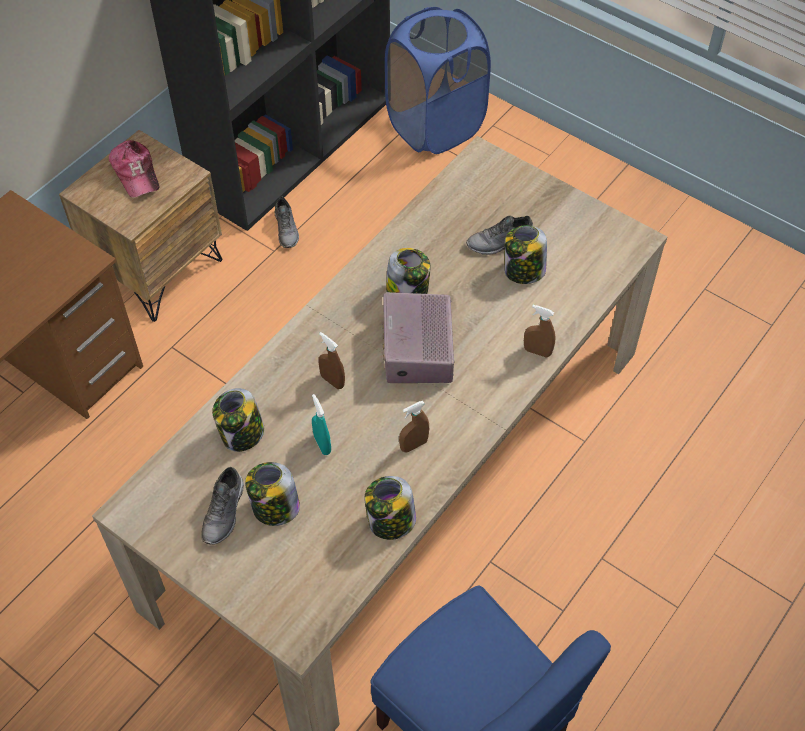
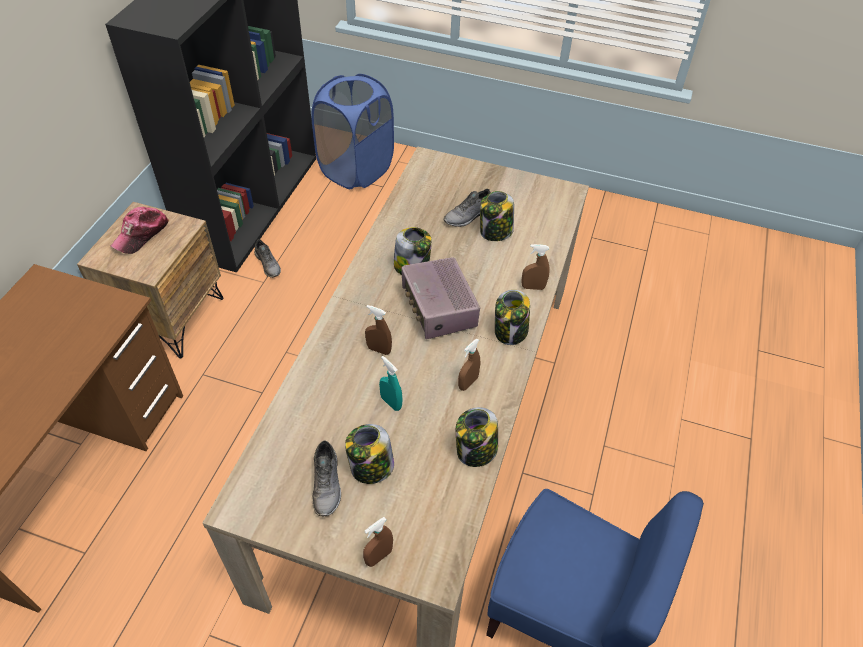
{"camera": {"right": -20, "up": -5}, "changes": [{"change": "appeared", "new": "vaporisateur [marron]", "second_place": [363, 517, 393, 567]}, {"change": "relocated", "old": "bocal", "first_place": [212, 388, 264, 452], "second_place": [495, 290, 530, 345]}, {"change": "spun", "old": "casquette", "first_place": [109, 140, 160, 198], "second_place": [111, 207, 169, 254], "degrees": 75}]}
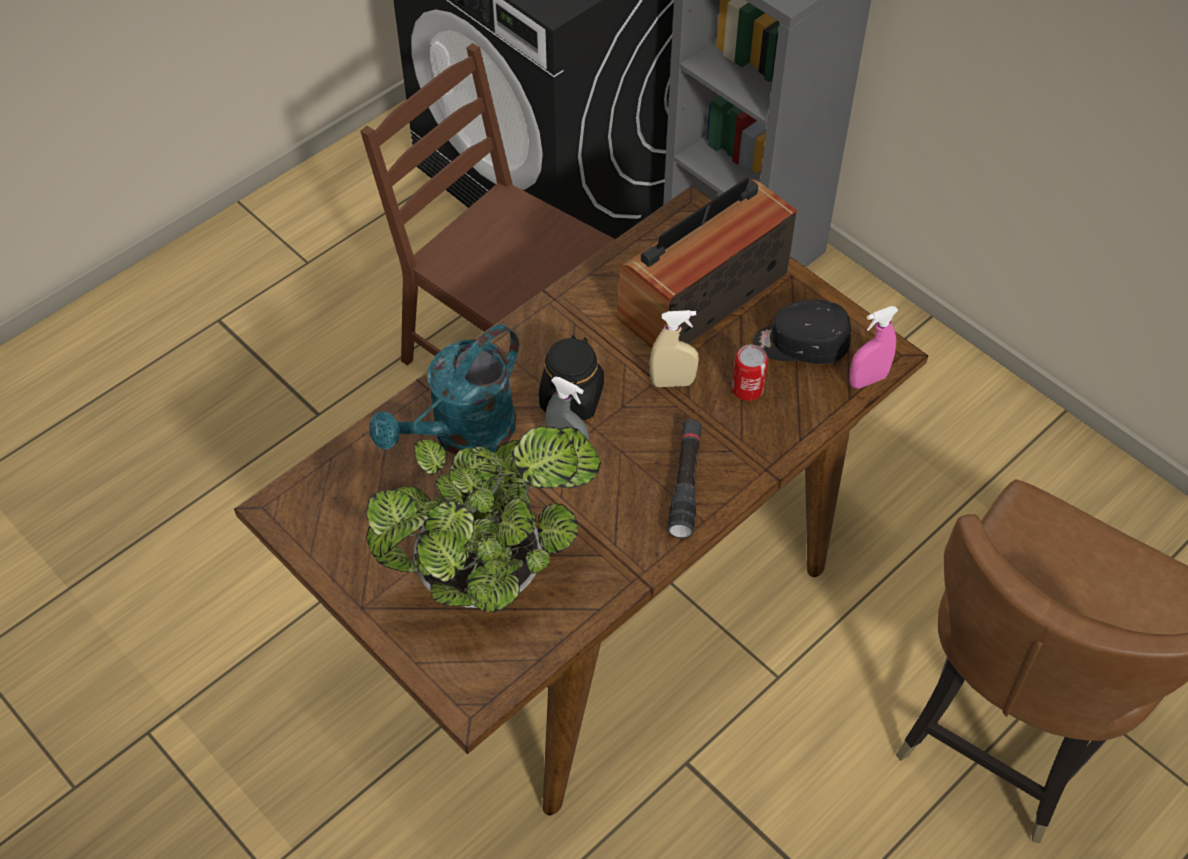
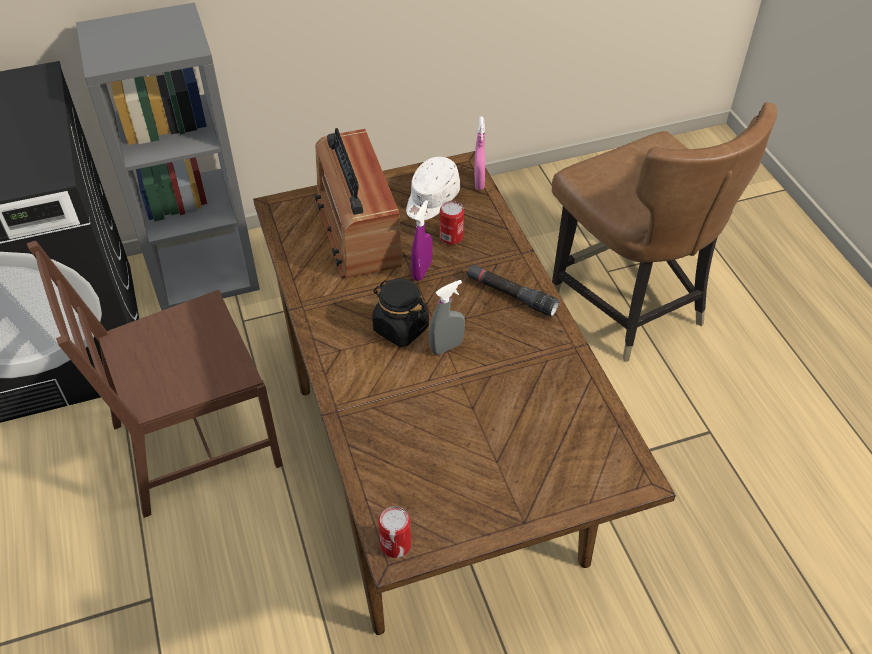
{"camera": {"right": -65, "up": -5}, "changes": [{"change": "missing", "old": "plante en pot", "first_place": [366, 426, 601, 612]}, {"change": "missing", "old": "arrosoir [turquoise]", "first_place": [369, 324, 519, 454]}, {"change": "appeared", "new": "boîte métallique", "second_place": [378, 506, 411, 558]}, {"change": "colour", "old": "vaporisateur [beige]", "new": "vaporisateur [violet]", "first_place": [650, 310, 699, 387], "second_place": [411, 200, 432, 281]}, {"change": "colour", "old": "casquette [noir]", "new": "casquette [blanc]", "first_place": [753, 300, 851, 364], "second_place": [406, 157, 460, 220]}]}
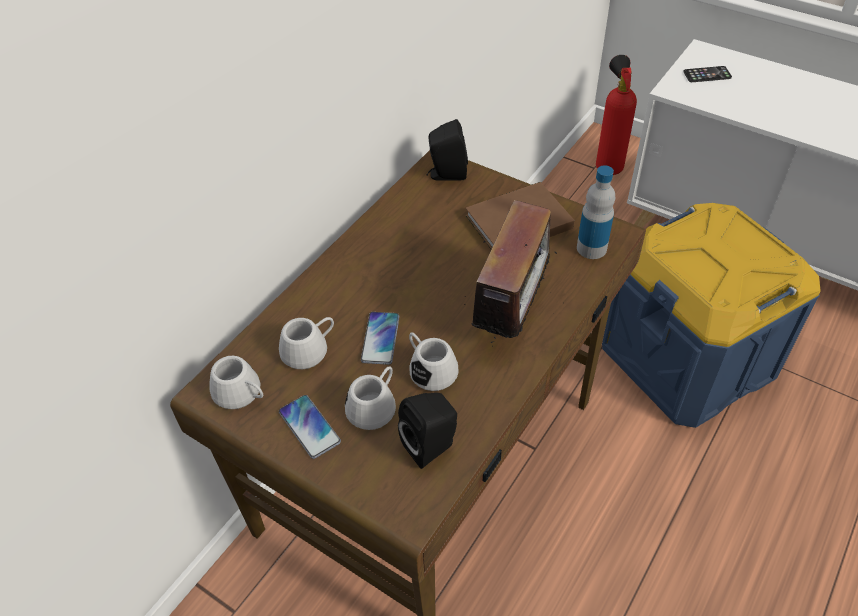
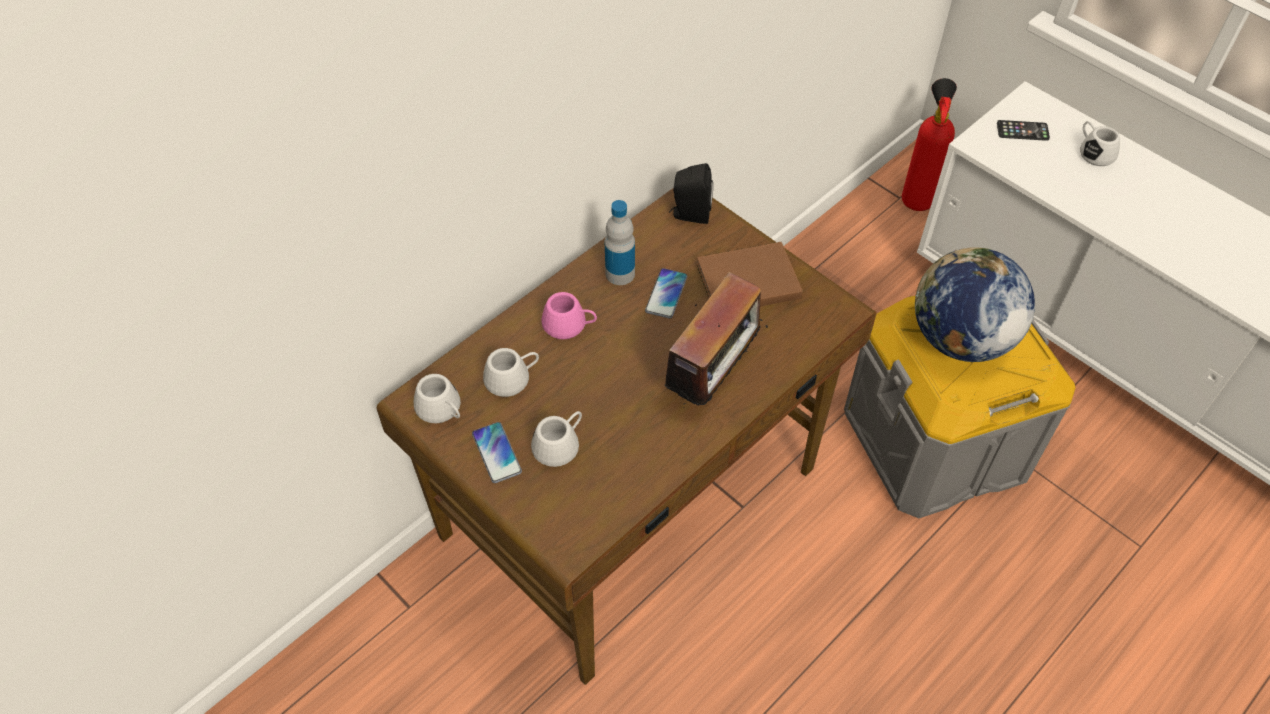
{"camera": {"right": 10, "up": 5}, "changes": [{"change": "missing", "old": "enceinte [noir]", "first_place": [398, 393, 457, 469]}, {"change": "appeared", "new": "mug [rose]", "second_place": [542, 292, 597, 339]}, {"change": "appeared", "new": "globe", "second_place": [915, 247, 1035, 362]}, {"change": "relocated", "old": "téléphone", "first_place": [361, 312, 399, 365], "second_place": [645, 268, 687, 318]}, {"change": "relocated", "old": "mug [blanc]", "first_place": [409, 332, 459, 391], "second_place": [1080, 121, 1120, 166]}, {"change": "relocated", "old": "bouteille", "first_place": [577, 165, 615, 259], "second_place": [605, 200, 635, 285]}, {"change": "colour", "old": "boîte de rangement [bleu]", "new": "boîte de rangement [gris]", "first_place": [602, 203, 821, 428], "second_place": [844, 296, 1075, 518]}]}
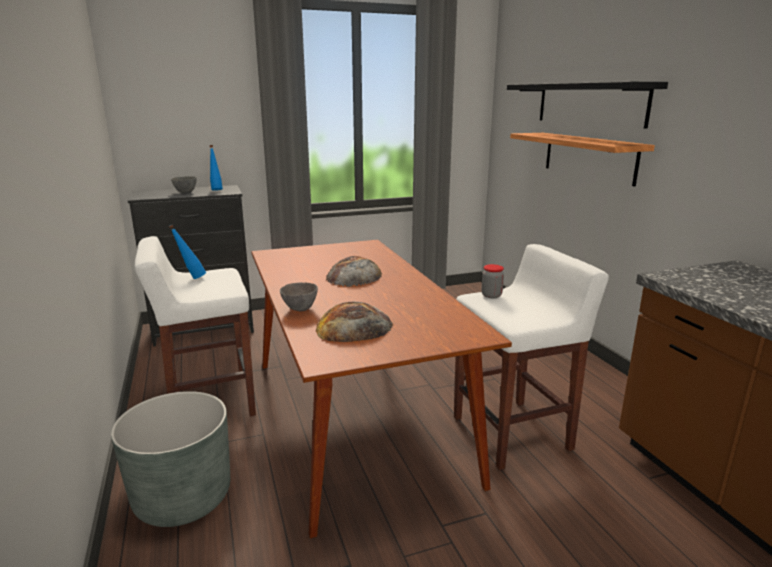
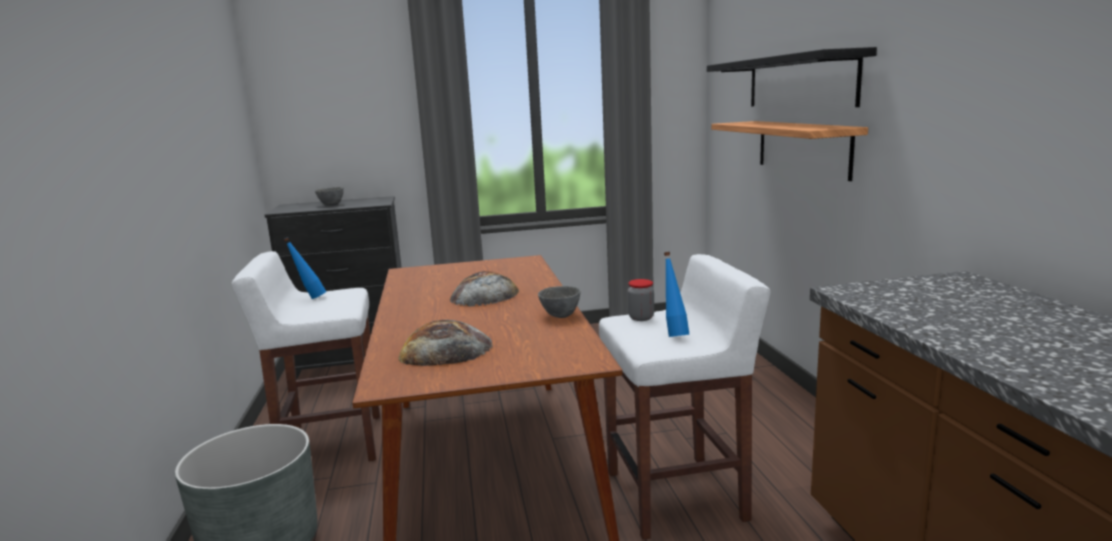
{"camera": {"right": 10, "up": -5}, "changes": [{"change": "relocated", "old": "bouteille [bleu]", "first_place": [209, 145, 223, 191], "second_place": [664, 252, 689, 337]}, {"change": "relocated", "old": "bol [gris]", "first_place": [280, 282, 318, 311], "second_place": [538, 286, 581, 318]}]}
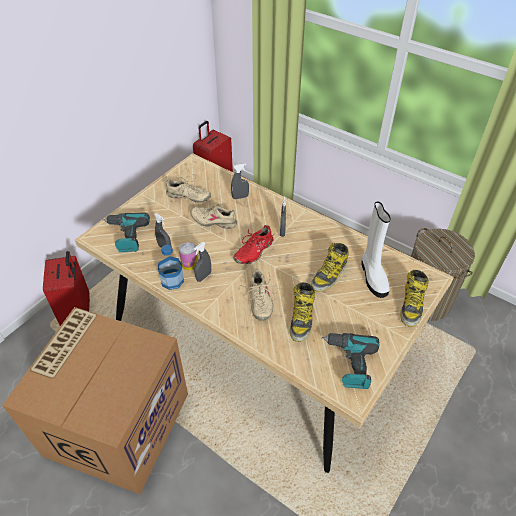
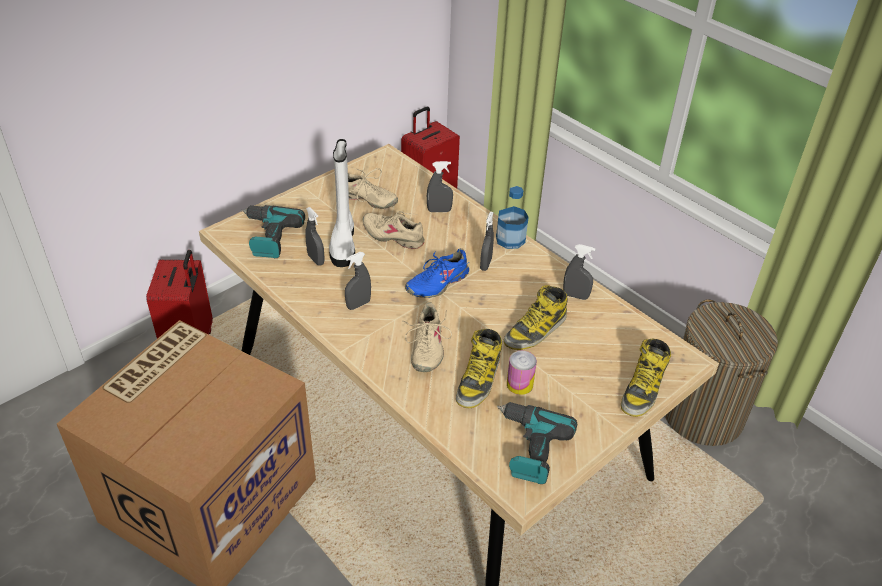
{"camera": {"right": 10, "up": -5}, "changes": [{"change": "appeared", "new": "vaporisateur [gris]", "second_place": [563, 244, 596, 300]}, {"change": "relocated", "old": "bouteille", "first_place": [158, 244, 184, 290], "second_place": [496, 186, 529, 249]}, {"change": "relocated", "old": "boîte métallique", "first_place": [179, 242, 198, 270], "second_place": [507, 351, 537, 395]}, {"change": "relocated", "old": "botte [blanc]", "first_place": [361, 201, 390, 298], "second_place": [329, 139, 355, 267]}, {"change": "colour", "old": "chaussure [rouge]", "new": "chaussure [bleu]", "first_place": [233, 225, 273, 264], "second_place": [405, 248, 469, 298]}]}
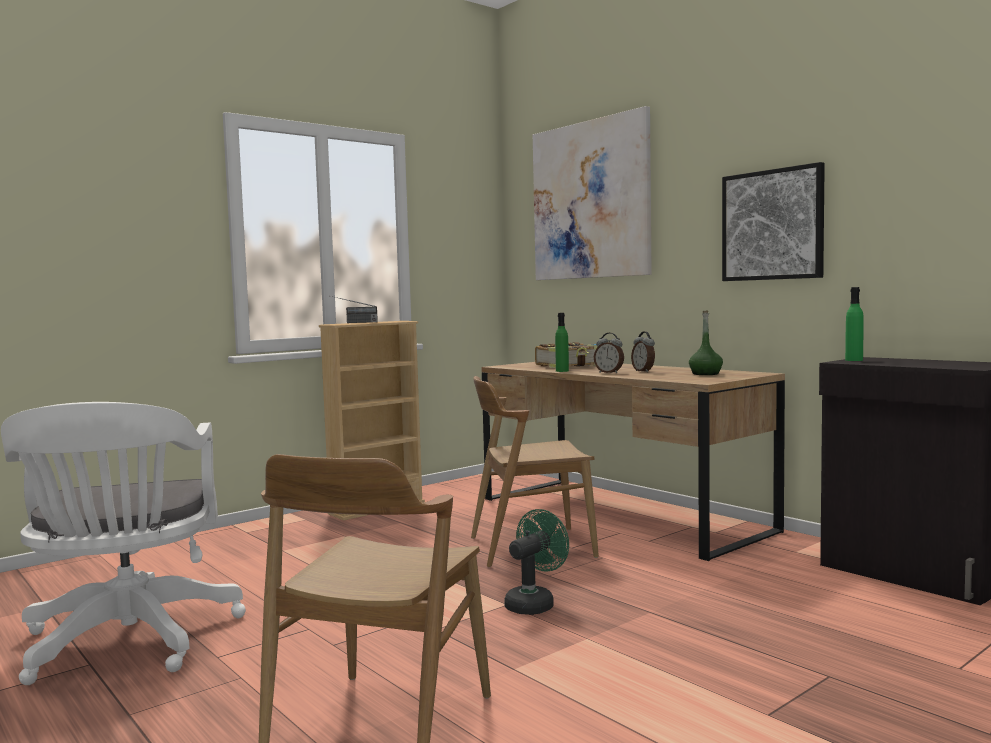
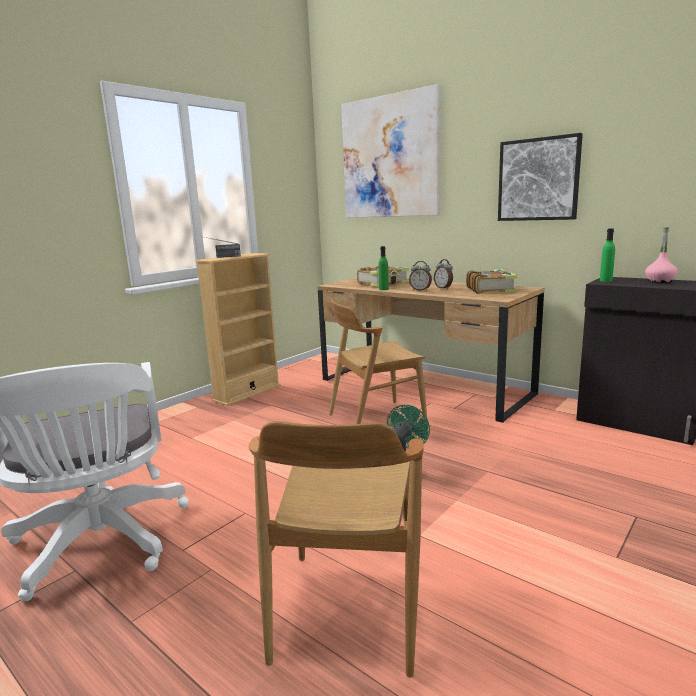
{"camera": {"right": -10, "up": 10}, "changes": [{"change": "appeared", "new": "bouteille [rose]", "second_place": [645, 227, 678, 283]}, {"change": "exchanged", "old": "bouteille [vert]", "new": "livre", "first_place": [689, 311, 723, 375], "second_place": [466, 269, 519, 294]}]}
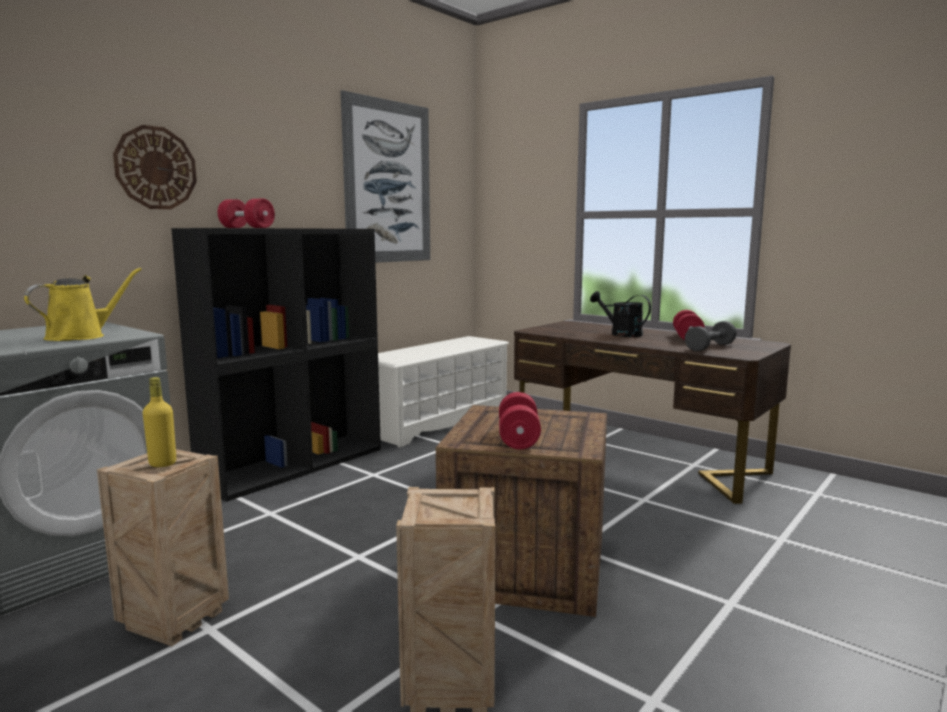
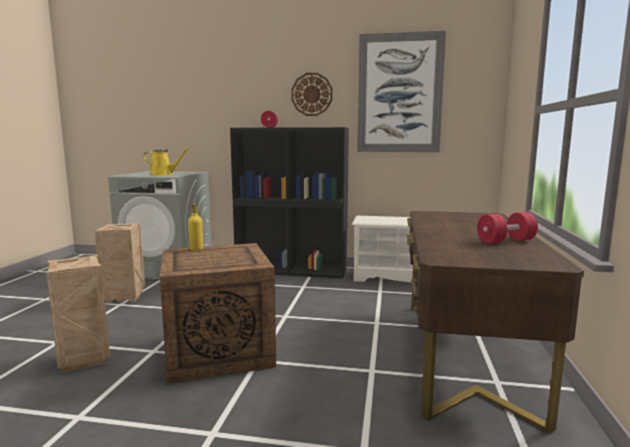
{"camera": {"right": 60, "up": 0}, "changes": [{"change": "missing", "old": "haltère [rouge]", "first_place": [499, 392, 541, 449]}, {"change": "missing", "old": "arrosoir [noir]", "first_place": [590, 291, 651, 337]}, {"change": "missing", "old": "haltère [gris]", "first_place": [685, 321, 737, 351]}, {"change": "relocated", "old": "horloge murale", "first_place": [113, 125, 197, 209], "second_place": [291, 73, 332, 116]}, {"change": "relocated", "old": "bouteille [jaune]", "first_place": [143, 377, 176, 467], "second_place": [188, 203, 203, 251]}]}
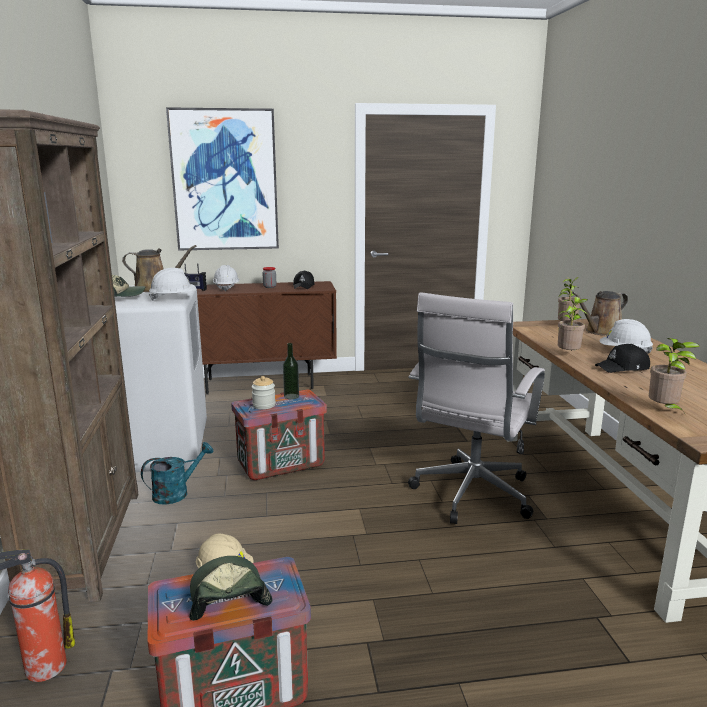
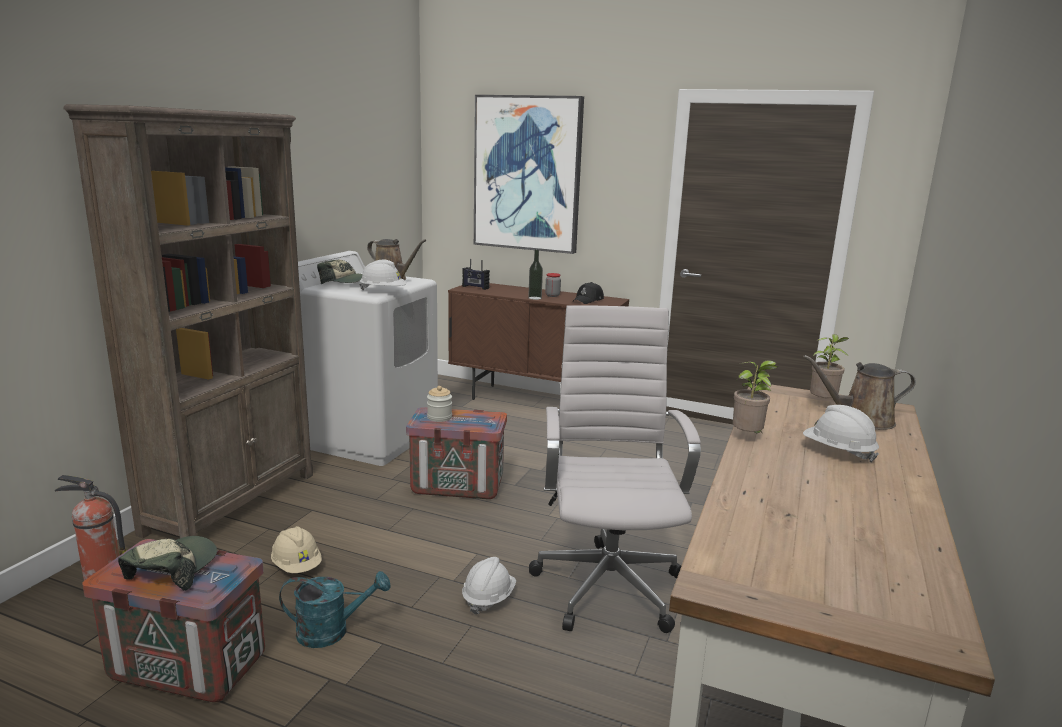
{"camera": {"right": 30, "up": 0}, "changes": [{"change": "missing", "old": "casquette [noir]", "first_place": [595, 344, 650, 373]}, {"change": "missing", "old": "plante en pot", "first_place": [649, 338, 700, 414]}, {"change": "relocated", "old": "arrosoir [turquoise]", "first_place": [141, 442, 214, 505], "second_place": [279, 571, 390, 648]}, {"change": "relocated", "old": "casque de chantier [blanc]", "first_place": [213, 265, 239, 291], "second_place": [462, 557, 516, 615]}, {"change": "relocated", "old": "bouteille", "first_place": [283, 343, 299, 399], "second_place": [528, 249, 543, 300]}, {"change": "spun", "old": "chaise de bureau [blanc]", "first_place": [408, 292, 545, 524], "second_place": [529, 305, 701, 633], "degrees": 120}]}
